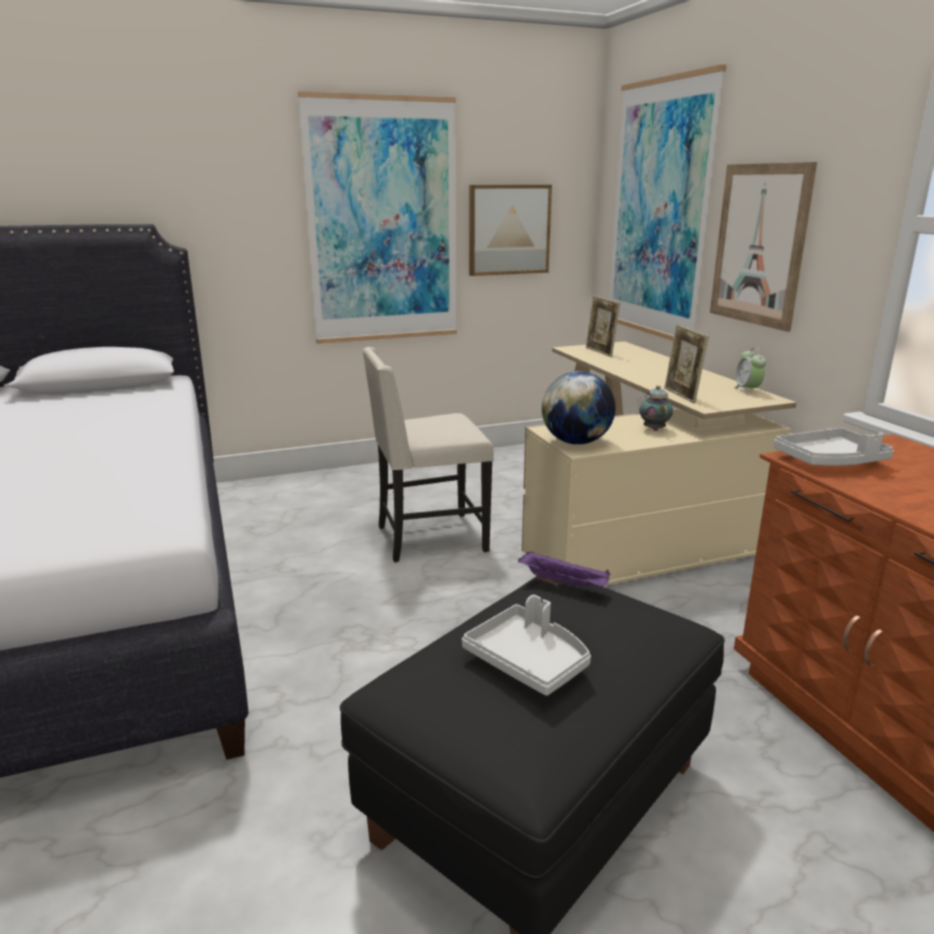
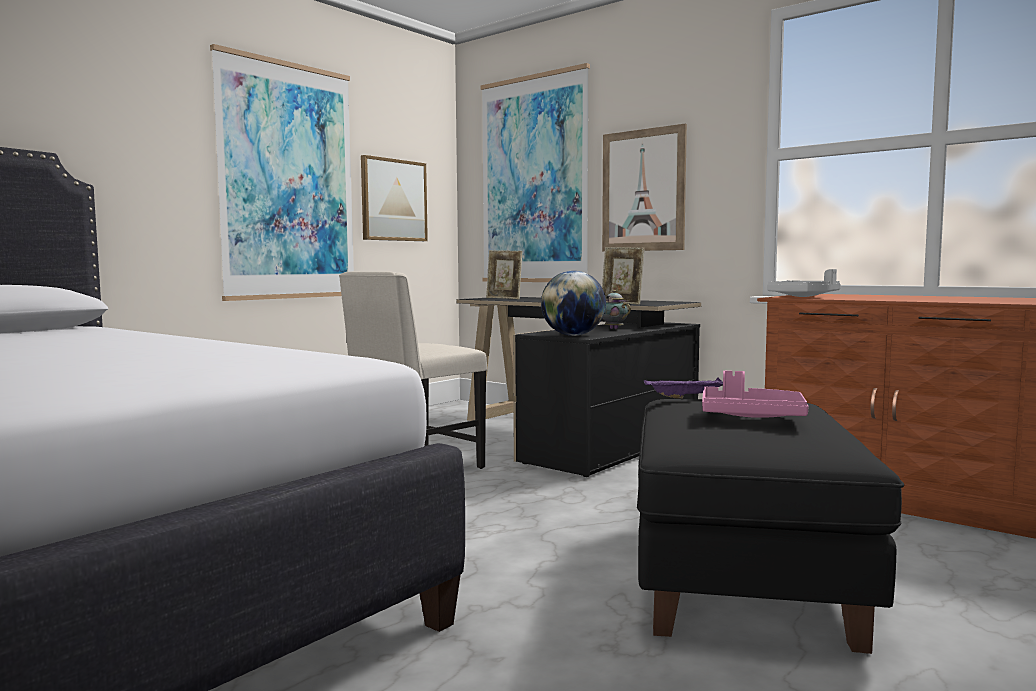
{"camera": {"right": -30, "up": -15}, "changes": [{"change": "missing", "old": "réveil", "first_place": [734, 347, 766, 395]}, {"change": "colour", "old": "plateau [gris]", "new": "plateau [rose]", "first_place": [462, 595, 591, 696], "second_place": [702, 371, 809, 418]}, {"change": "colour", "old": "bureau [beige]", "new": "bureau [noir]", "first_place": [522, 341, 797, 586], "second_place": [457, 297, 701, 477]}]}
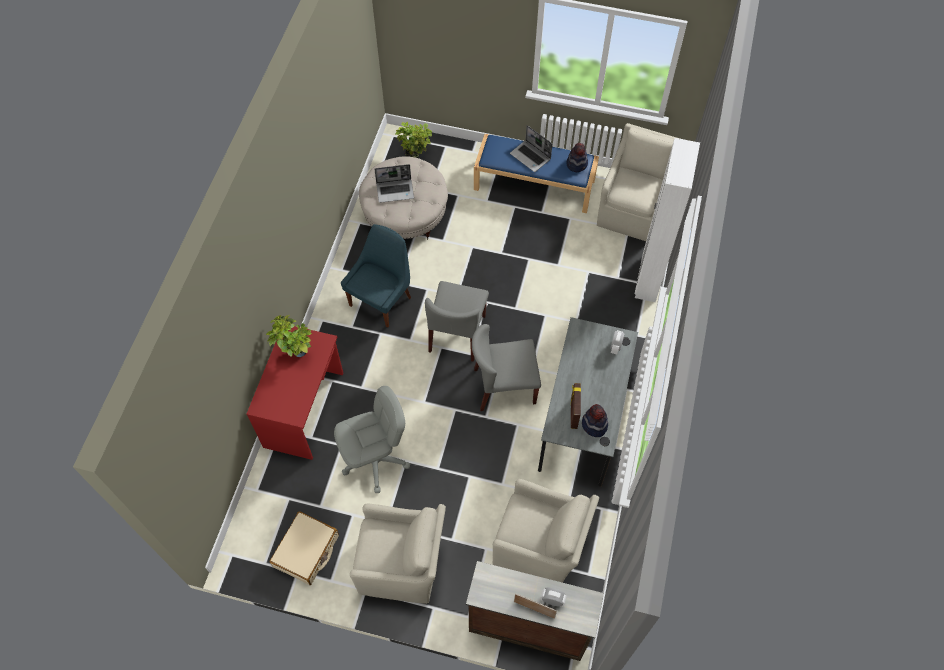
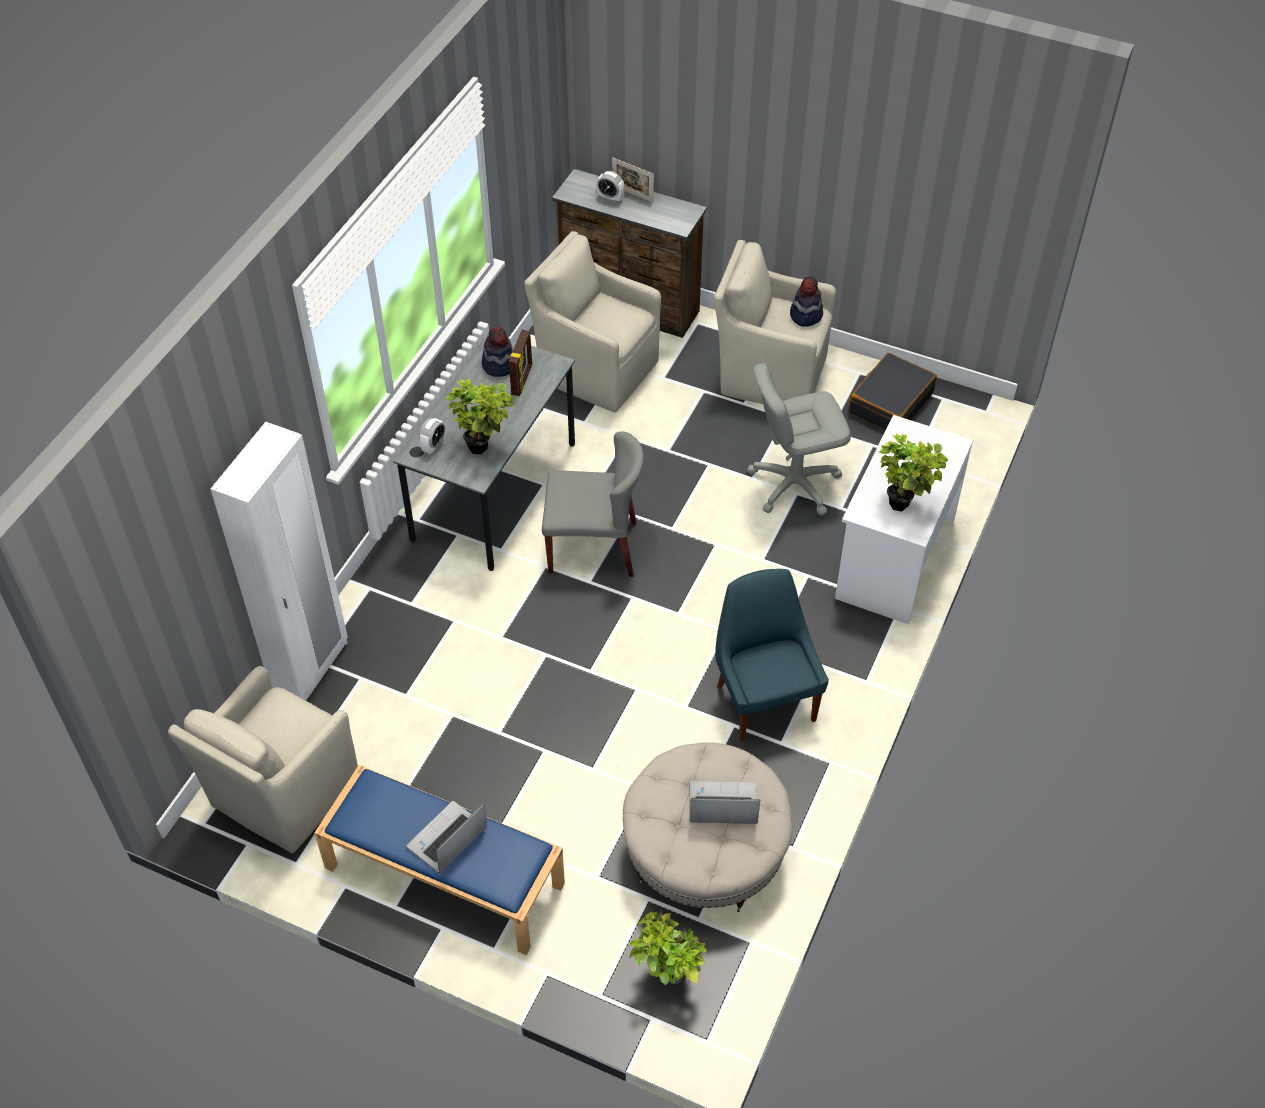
{"camera": {"right": -170, "up": -10}, "changes": [{"change": "missing", "old": "chaise [gris]", "first_place": [425, 281, 489, 362]}, {"change": "appeared", "new": "plante en pot", "second_place": [445, 379, 513, 455]}, {"change": "relocated", "old": "chapeau", "first_place": [566, 143, 588, 172], "second_place": [790, 277, 823, 327]}, {"change": "colour", "old": "bureau [rouge]", "new": "bureau [blanc]", "first_place": [246, 326, 344, 460], "second_place": [835, 415, 973, 625]}, {"change": "colour", "old": "valise [beige]", "new": "valise [noir]", "first_place": [269, 511, 339, 585], "second_place": [848, 353, 937, 431]}, {"change": "spun", "old": "chaise [bleu]", "first_place": [341, 224, 411, 328], "second_place": [715, 569, 829, 742], "degrees": 120}, {"change": "spun", "old": "ordinateur portable", "first_place": [510, 125, 553, 172], "second_place": [407, 801, 487, 873], "degrees": -105}]}
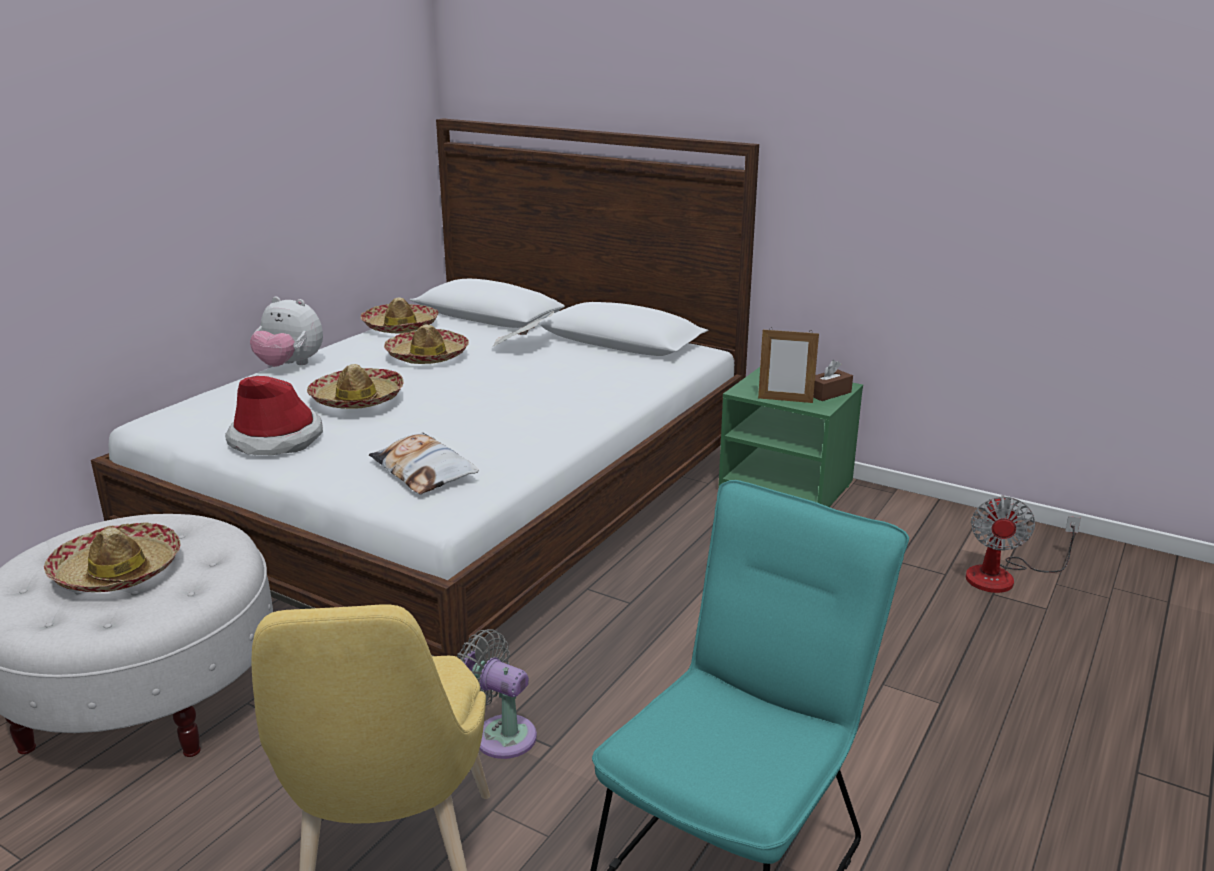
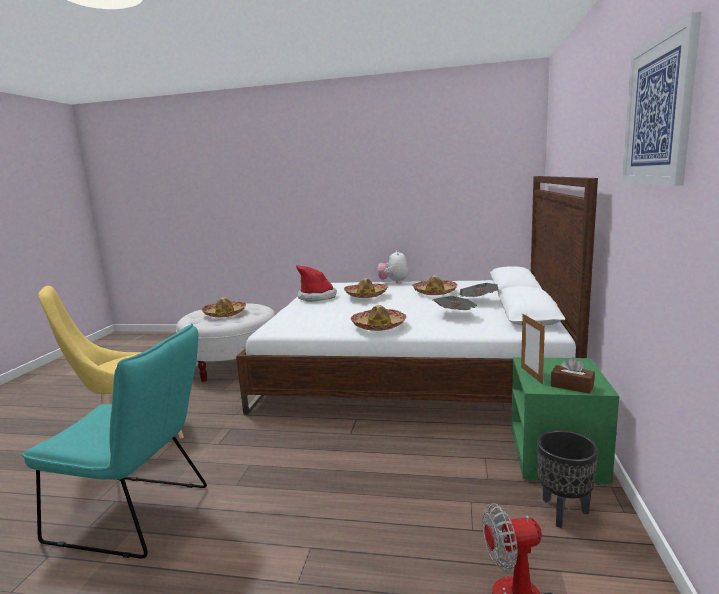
{"camera": {"right": 70, "up": -10}, "changes": [{"change": "missing", "old": "coussin", "first_place": [369, 433, 479, 494]}, {"change": "missing", "old": "ventilateur [gris]", "first_place": [457, 629, 537, 759]}, {"change": "appeared", "new": "journal", "second_place": [432, 296, 477, 310]}, {"change": "appeared", "new": "cache-pot [noir]", "second_place": [537, 430, 598, 528]}, {"change": "appeared", "new": "tableau", "second_place": [622, 12, 702, 186]}, {"change": "relocated", "old": "chapeau", "first_place": [361, 297, 439, 334], "second_place": [351, 305, 406, 331]}]}
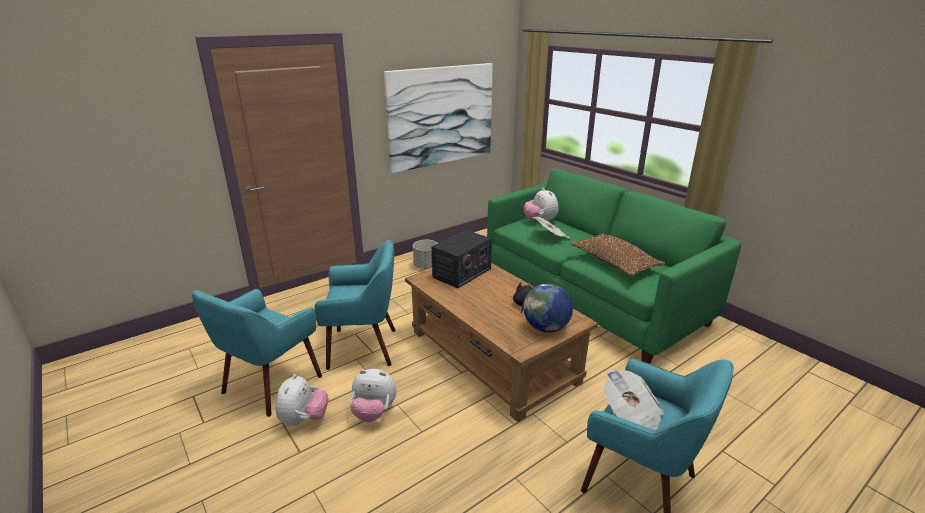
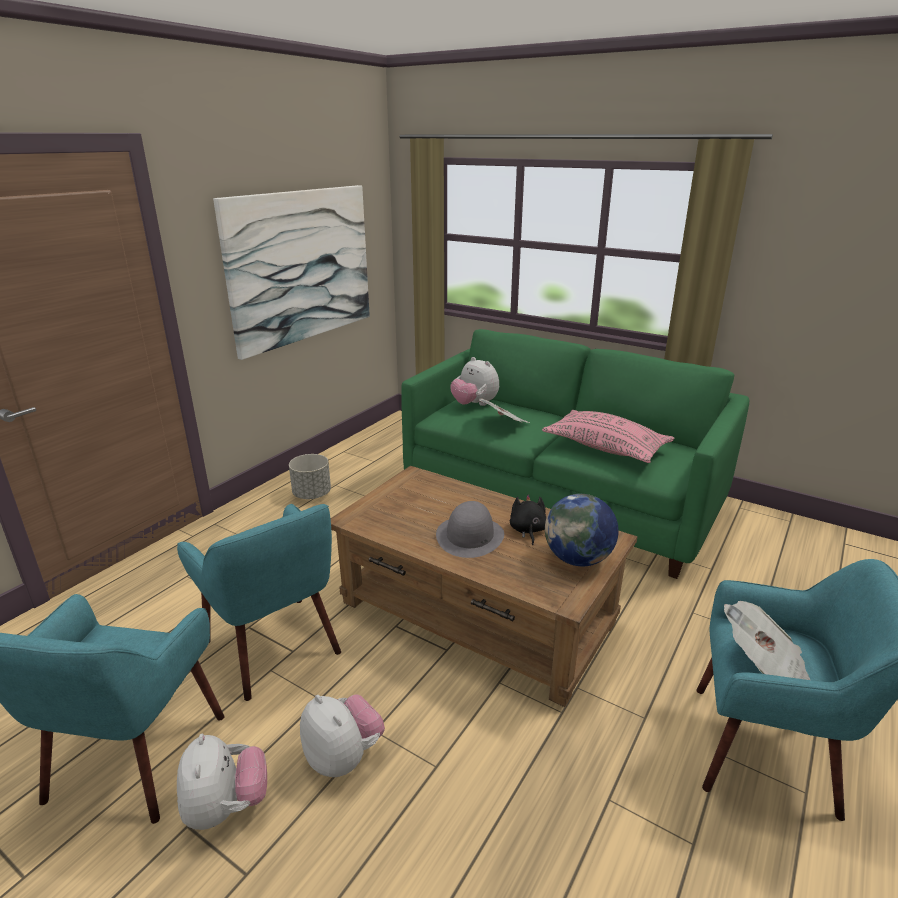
{"camera": {"right": -20, "up": 0}, "changes": [{"change": "missing", "old": "radio", "first_place": [431, 230, 492, 288]}, {"change": "appeared", "new": "chapeau [gris]", "second_place": [436, 501, 504, 558]}, {"change": "colour", "old": "coussin [marron]", "new": "coussin [rose]", "first_place": [570, 233, 665, 277], "second_place": [542, 410, 674, 463]}, {"change": "spun", "old": "fauteuil [turquoise]", "first_place": [315, 240, 396, 370], "second_place": [177, 504, 341, 701], "degrees": 75}, {"change": "spun", "old": "peluche", "first_place": [350, 369, 397, 422], "second_place": [300, 694, 385, 777], "degrees": -120}]}
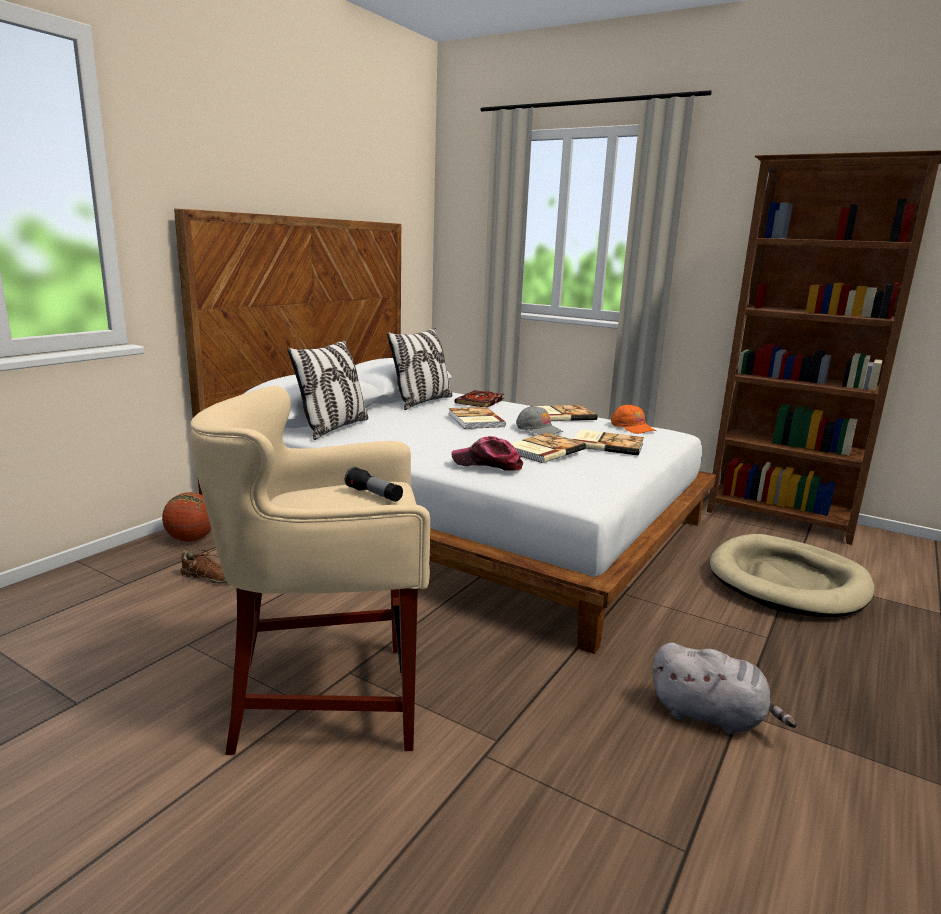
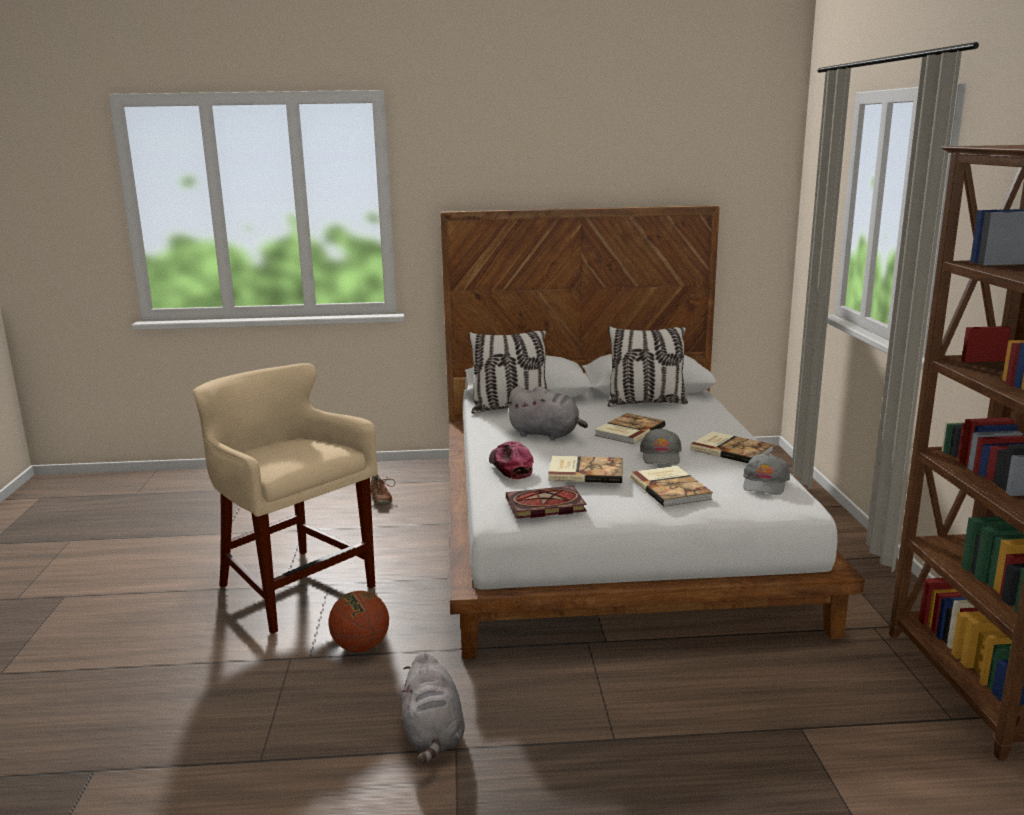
{"camera": {"right": 55, "up": 0}, "changes": [{"change": "missing", "old": "lampe de poche", "first_place": [345, 467, 403, 502]}, {"change": "missing", "old": "panier pour chien [beige]", "first_place": [710, 534, 874, 617]}, {"change": "appeared", "new": "peluche [gris]", "second_place": [505, 386, 588, 440]}, {"change": "relocated", "old": "ballon de basket", "first_place": [162, 492, 211, 542], "second_place": [329, 591, 389, 652]}, {"change": "relocated", "old": "livre", "first_place": [454, 390, 504, 407], "second_place": [506, 486, 587, 519]}, {"change": "colour", "old": "casquette [orange]", "new": "casquette [gris]", "first_place": [611, 404, 656, 434], "second_place": [743, 453, 790, 495]}]}
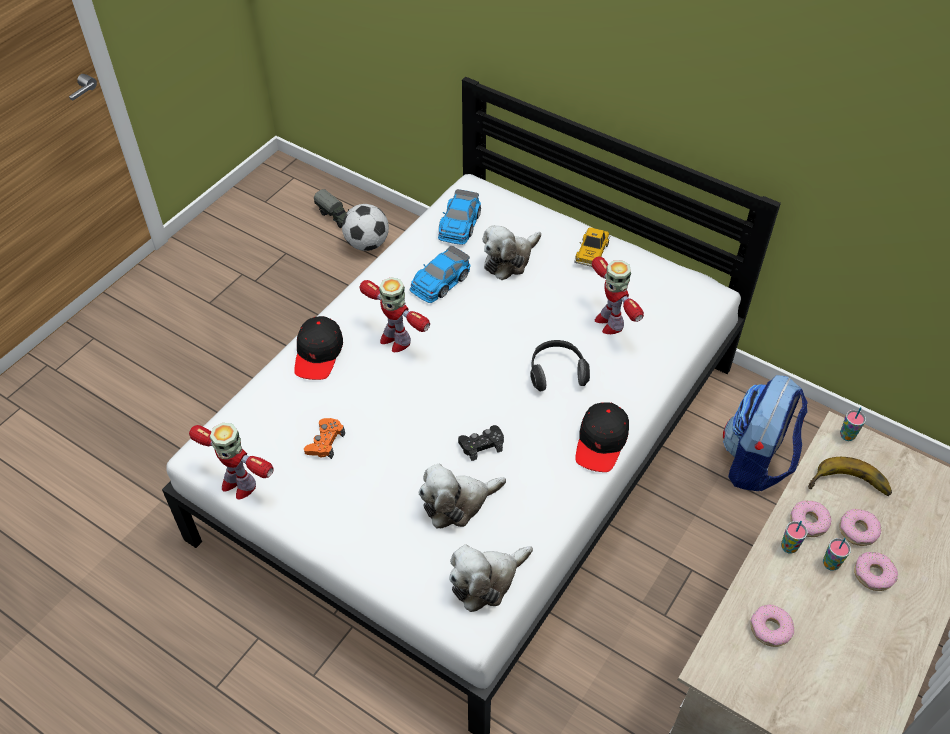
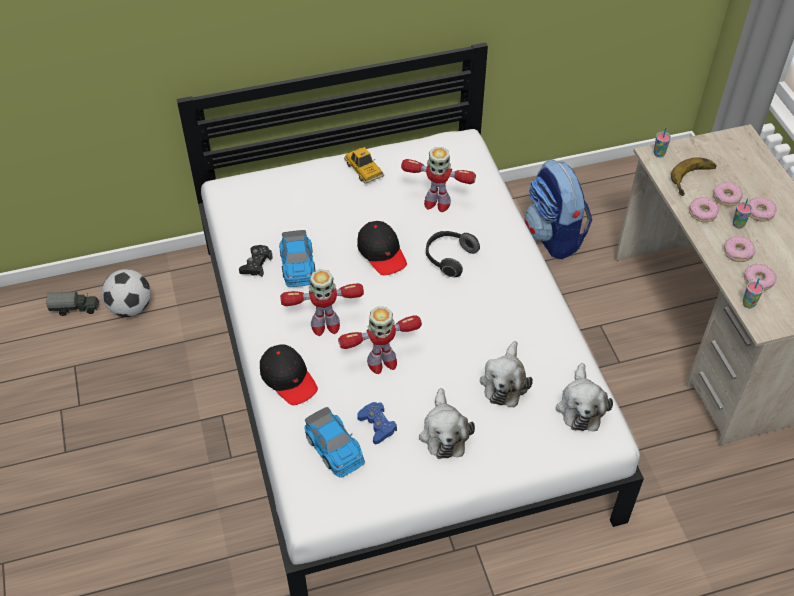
{"camera": {"right": -50, "up": 0}, "changes": [{"change": "appeared", "new": "beignet", "second_place": [724, 236, 755, 262]}, {"change": "relocated", "old": "robot jouet", "first_place": [189, 423, 274, 500], "second_place": [338, 307, 422, 374]}, {"change": "relocated", "old": "petite voiture", "first_place": [438, 189, 481, 245], "second_place": [304, 407, 365, 477]}, {"change": "relocated", "old": "manette [noir]", "first_place": [458, 425, 504, 461], "second_place": [239, 245, 273, 277]}, {"change": "relocated", "old": "peluche", "first_place": [482, 225, 541, 280], "second_place": [419, 388, 475, 459]}, {"change": "relocated", "old": "casquette [noir]", "first_place": [575, 402, 629, 472], "second_place": [357, 221, 407, 275]}, {"change": "relocated", "old": "tasse", "first_place": [781, 521, 808, 554], "second_place": [743, 278, 764, 308]}, {"change": "colour", "old": "manette [orange]", "new": "manette [bleu]", "first_place": [304, 418, 345, 459], "second_place": [357, 402, 397, 444]}]}
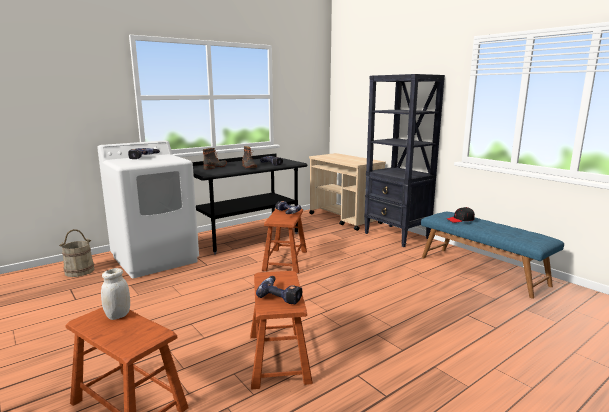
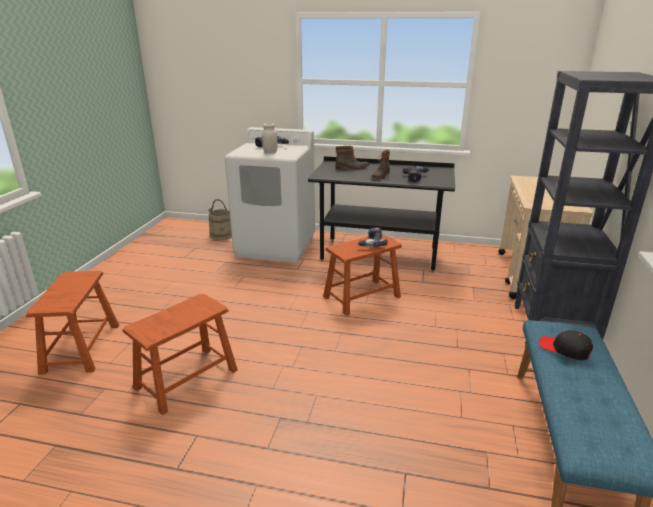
{"camera": {"right": 50, "up": 10}, "changes": [{"change": "missing", "old": "perceuse", "first_place": [256, 276, 302, 304]}, {"change": "relocated", "old": "bocal [blanc]", "first_place": [101, 268, 130, 320], "second_place": [262, 123, 278, 154]}]}
